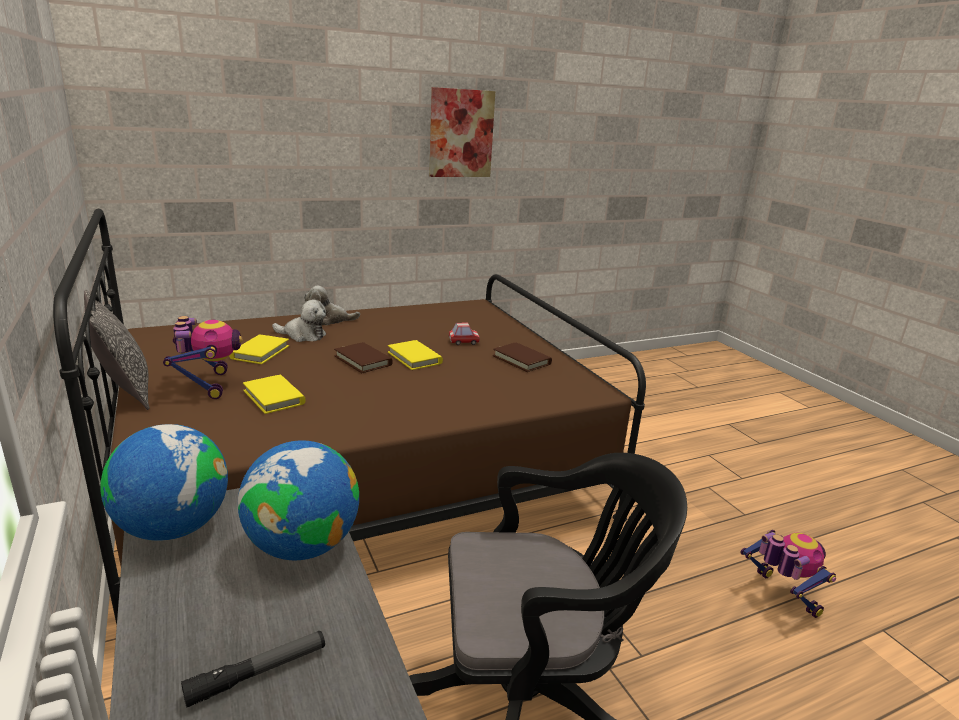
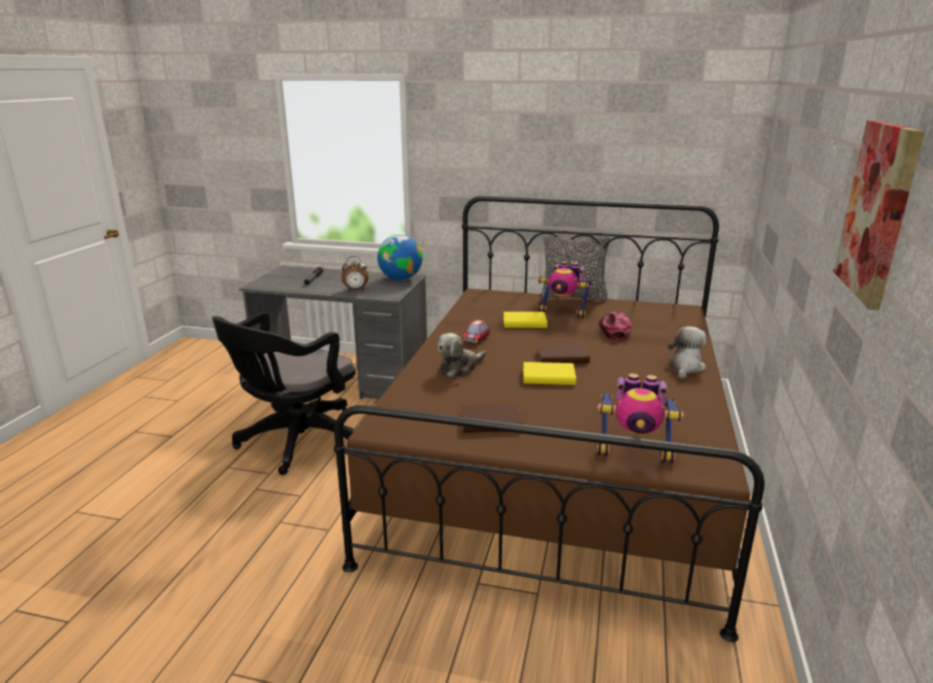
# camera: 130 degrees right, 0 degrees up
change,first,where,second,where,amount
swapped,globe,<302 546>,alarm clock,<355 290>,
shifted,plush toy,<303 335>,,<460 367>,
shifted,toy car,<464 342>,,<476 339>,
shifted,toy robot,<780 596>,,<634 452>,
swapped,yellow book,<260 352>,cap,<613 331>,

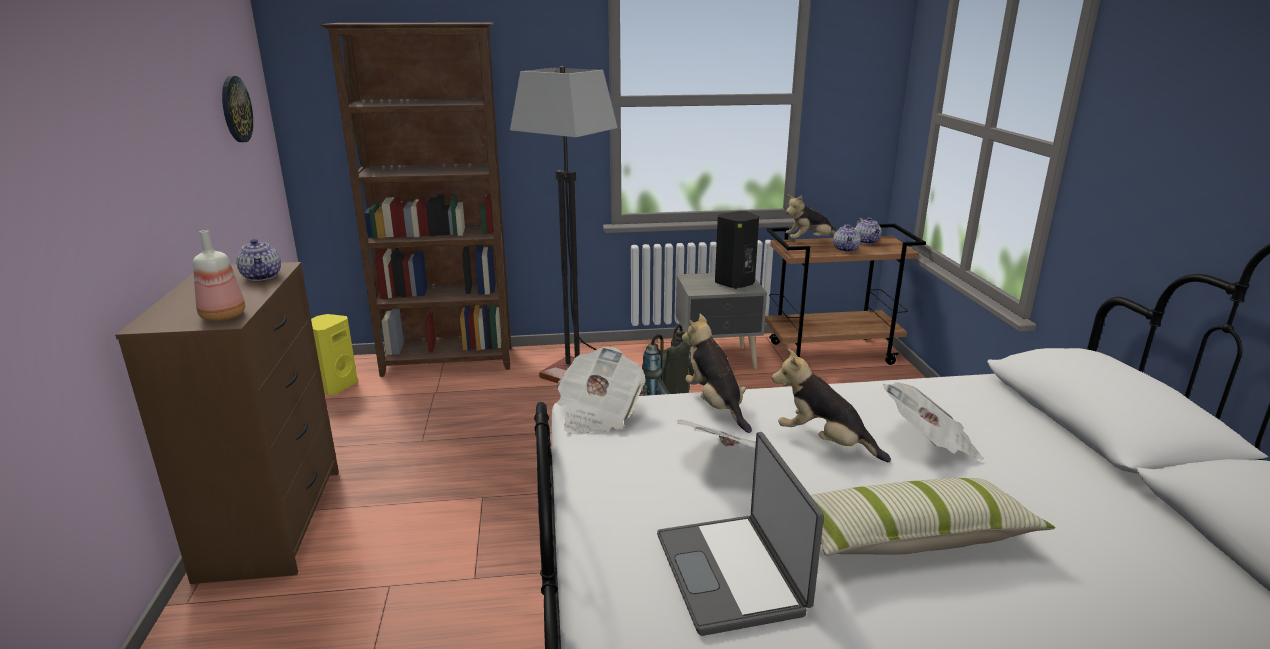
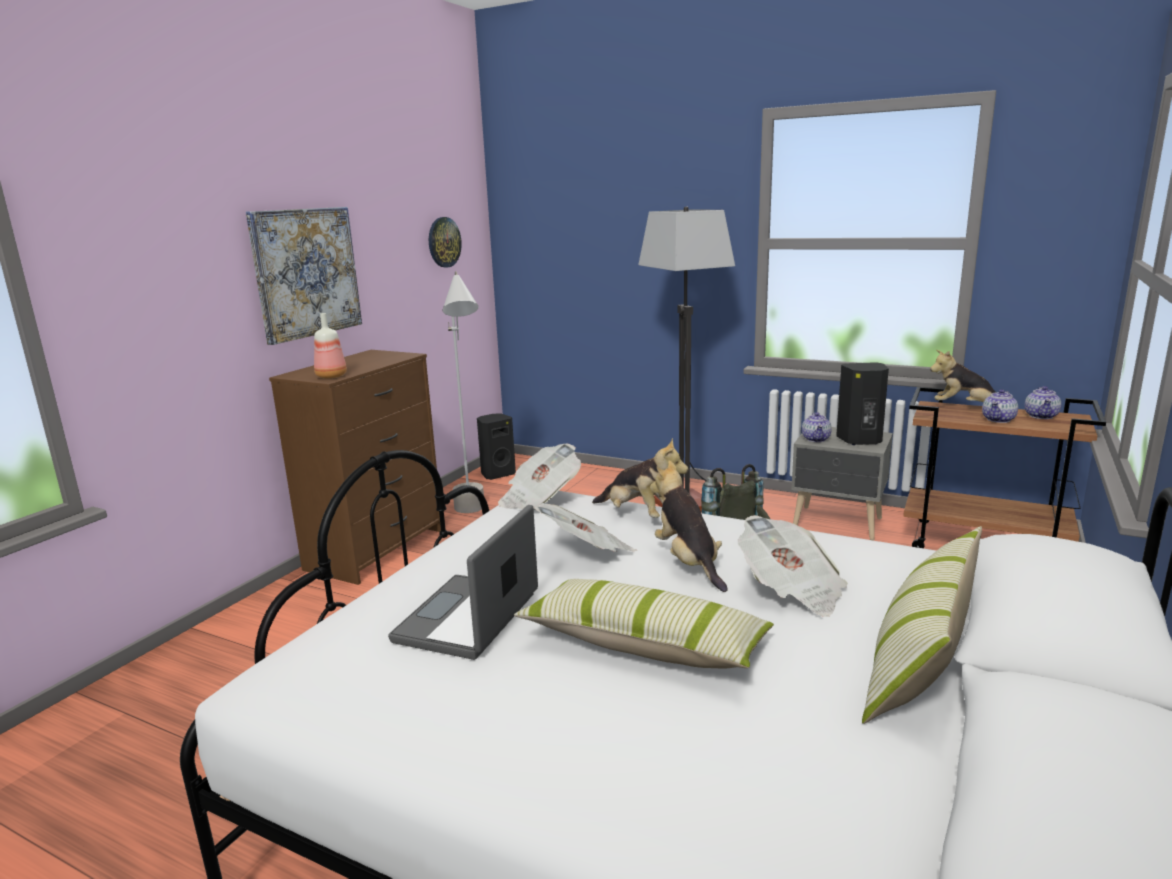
# camera: 35 degrees right, 5 degrees down
change,first,where,second,where,amount
new,,,picture,<306 272>,
new,,,grey floor lamp,<474 516>,
repainted,yellow speaker,<335 386>,black speaker,<497 474>,
rotated,plush toy,<715 405>,,<639 515>,120 degrees clockwise
shifted,teapot,<262 276>,,<816 439>,
new,,,pillow,<918 661>,
gone,brown bookcase,<449 362>,,,

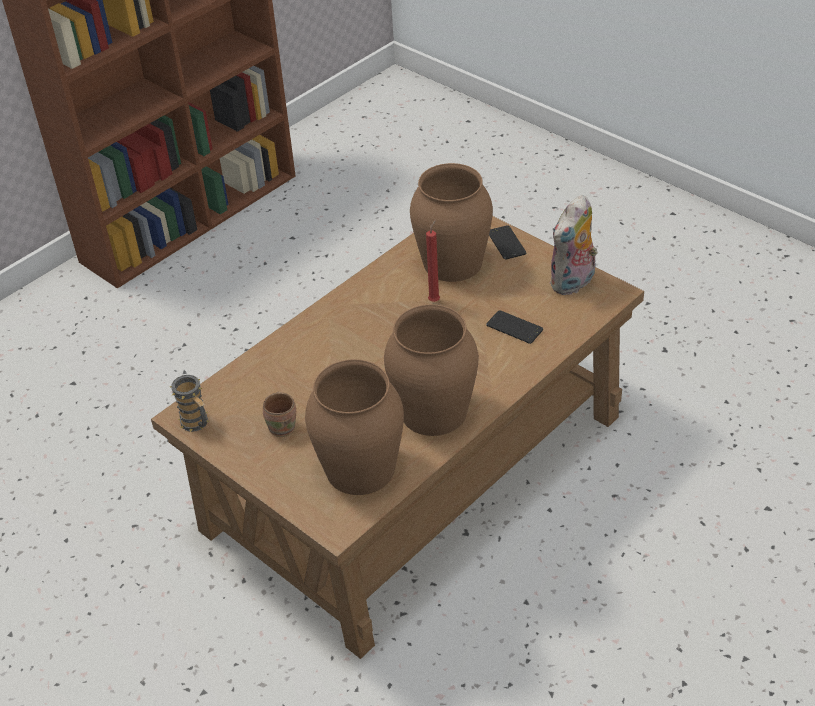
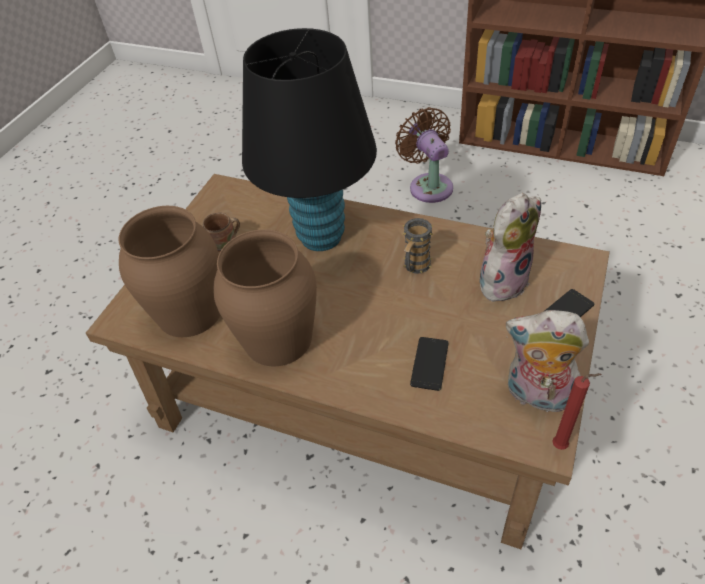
# camera: 70 degrees right, 5 degrees up
change,first,where,second,where,amount
new,,,black table lamp,<321 237>,
new,,,brown fan,<429 185>,
shifted,mug,<197 424>,,<415 267>,
swapped,brown vase,<453 263>,plush toy,<502 280>,
shifted,red candle,<435 300>,,<562 446>,

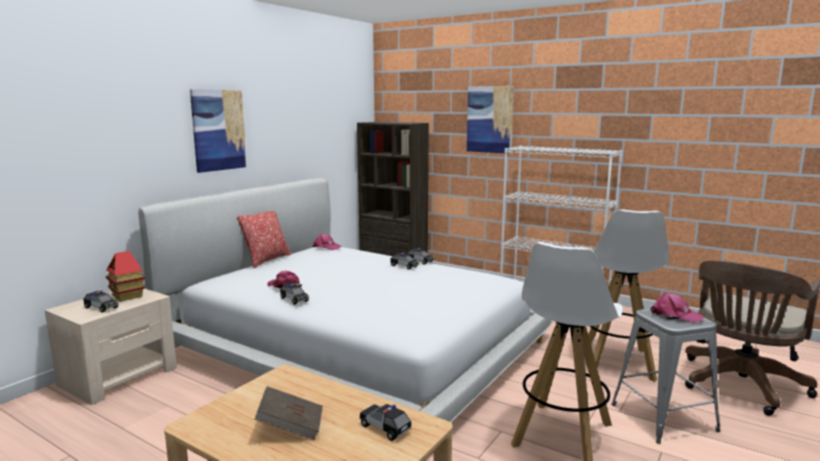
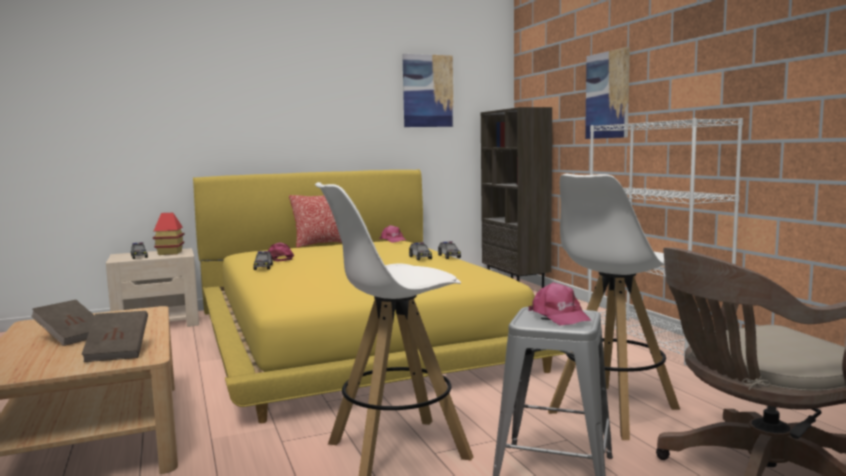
# camera: 35 degrees right, 5 degrees down
change,first,where,second,where,amount
swapped,toy car,<385 428>,brown book,<118 351>,
repainted,white bed,<355 343>,yellow bed,<355 336>,
shifted,picture,<218 130>,,<428 91>,

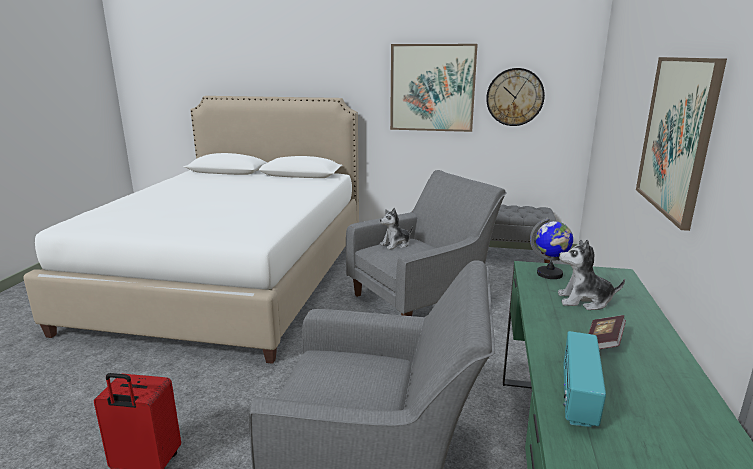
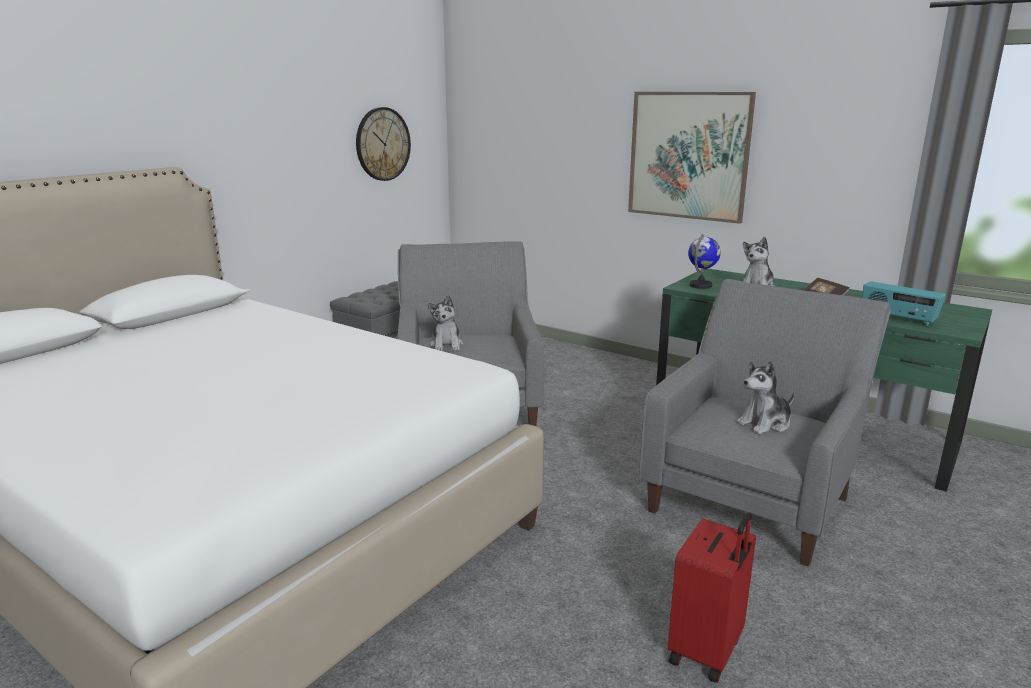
# camera: 65 degrees left, 0 degrees up
change,first,where,second,where,amount
new,,,plush toy,<765 423>,
gone,picture,<432 88>,,,

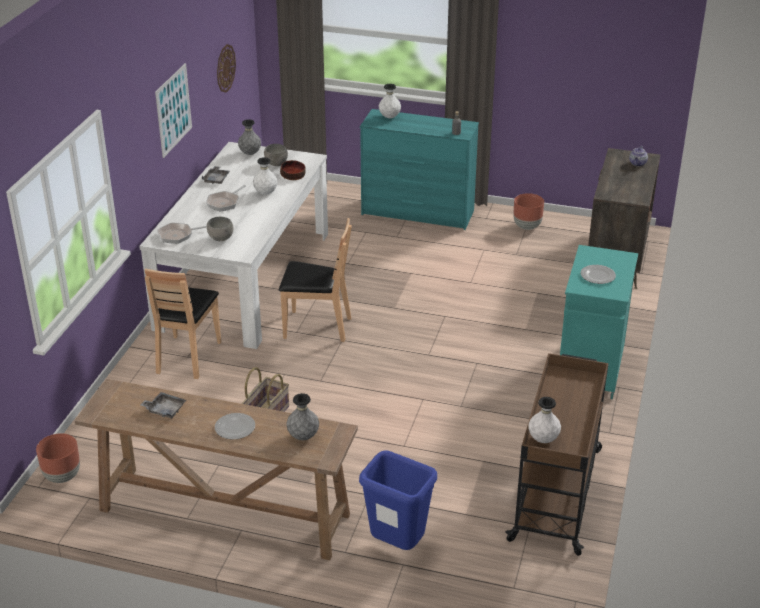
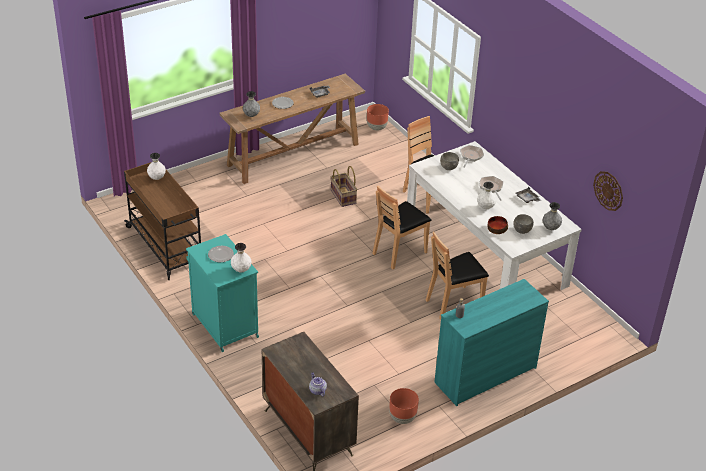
# camera: 130 degrees right, 5 degrees up
change,first,where,second,where,amount
shifted,white vase,<389 117>,,<241 270>,
new,,,brown chair,<454 303>,
gone,picture,<173 110>,,,
gone,blue trash can,<398 546>,,,

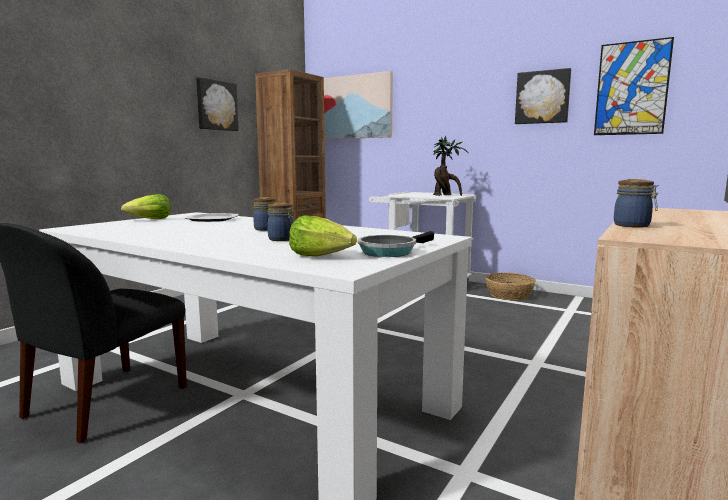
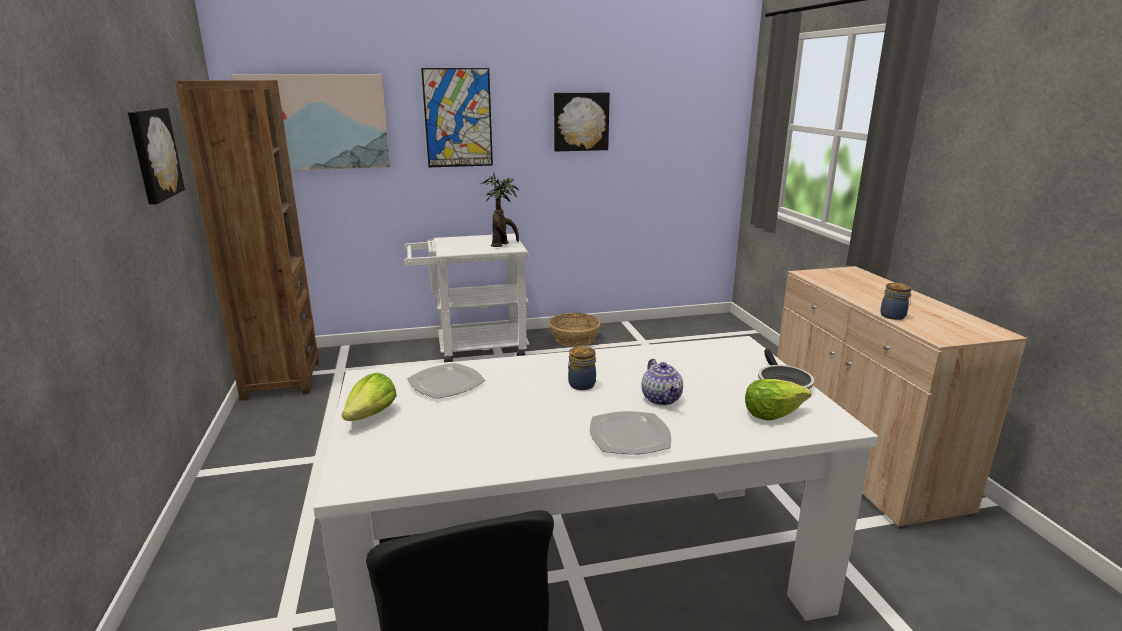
# camera: 45 degrees left, 10 degrees up
change,first,where,second,where,amount
shifted,picture,<631 88>,,<458 118>,
new,,,plate,<629 436>,
swapped,jar,<282 239>,teapot,<662 399>,

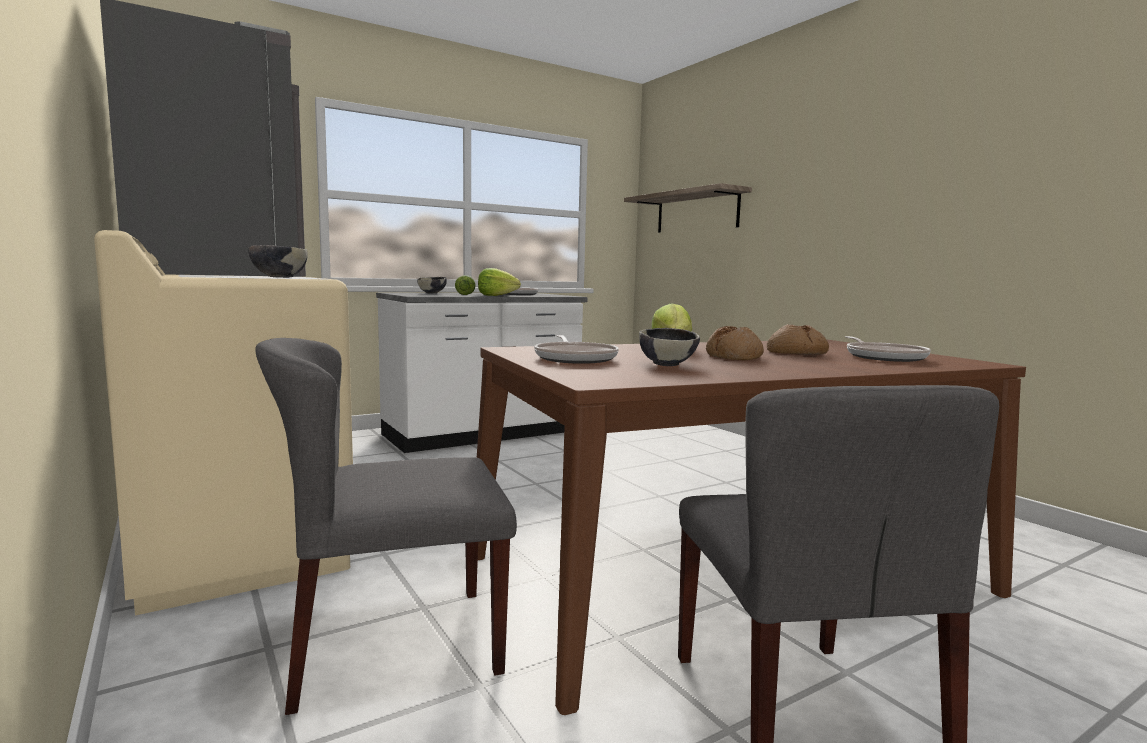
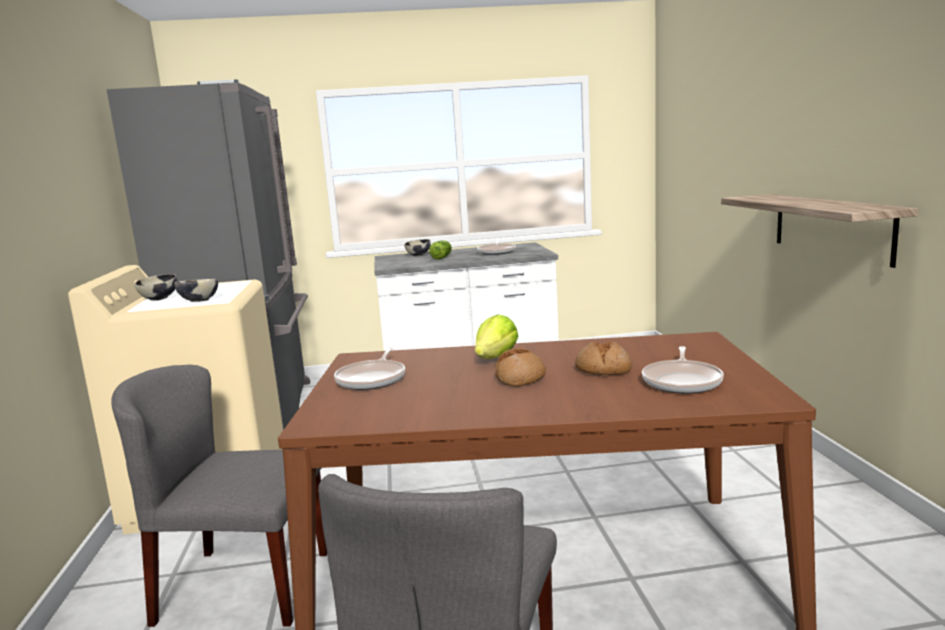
# camera: 25 degrees right, 5 degrees up
change,first,where,second,where,amount
shifted,bowl,<667 364>,,<159 299>,
shifted,shelf,<696 212>,,<831 227>,
gone,lettuce,<496 295>,,,

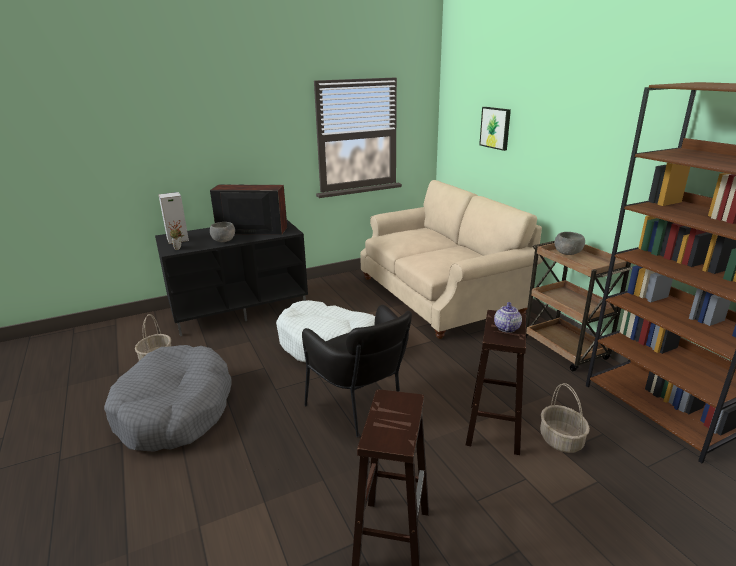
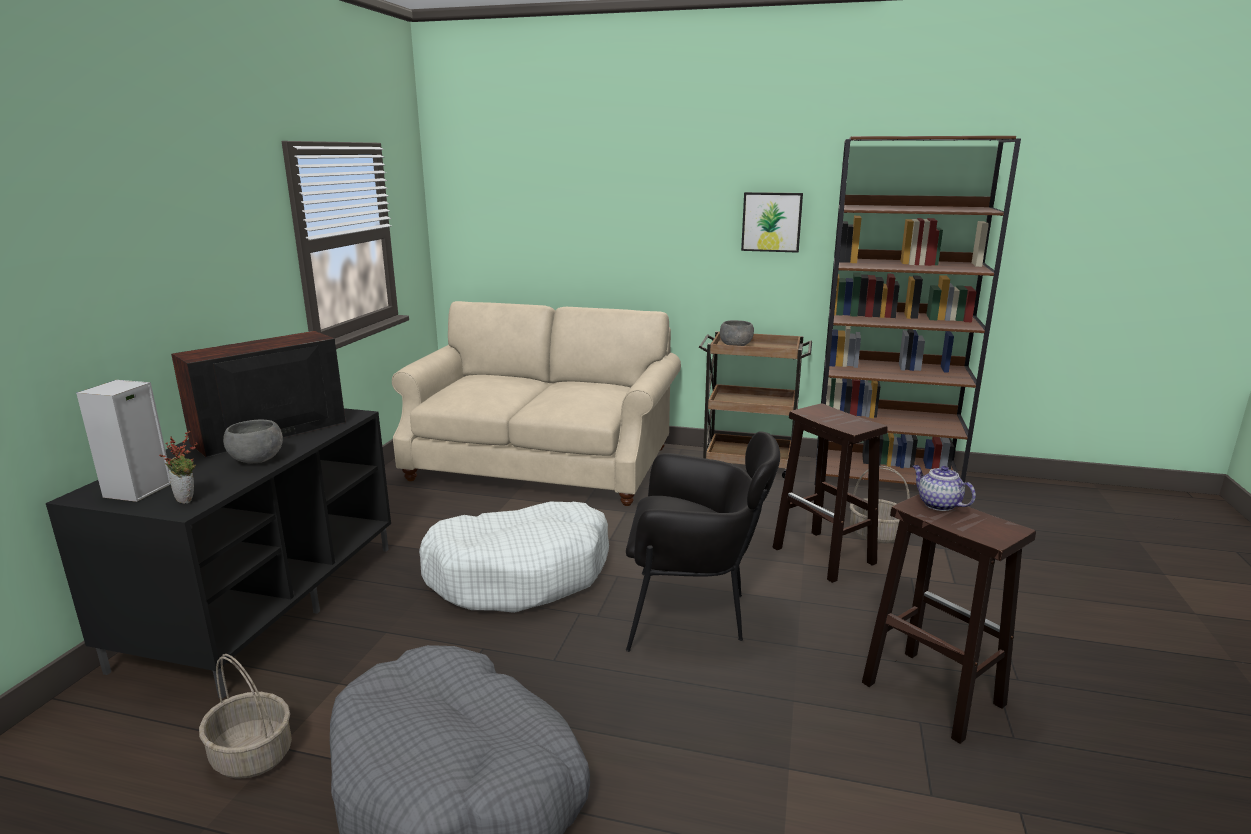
# camera: 50 degrees left, 5 degrees down
change,first,where,second,where,amount
shifted,picture,<495 128>,,<771 222>,
shifted,teapot,<506 328>,,<938 504>,

